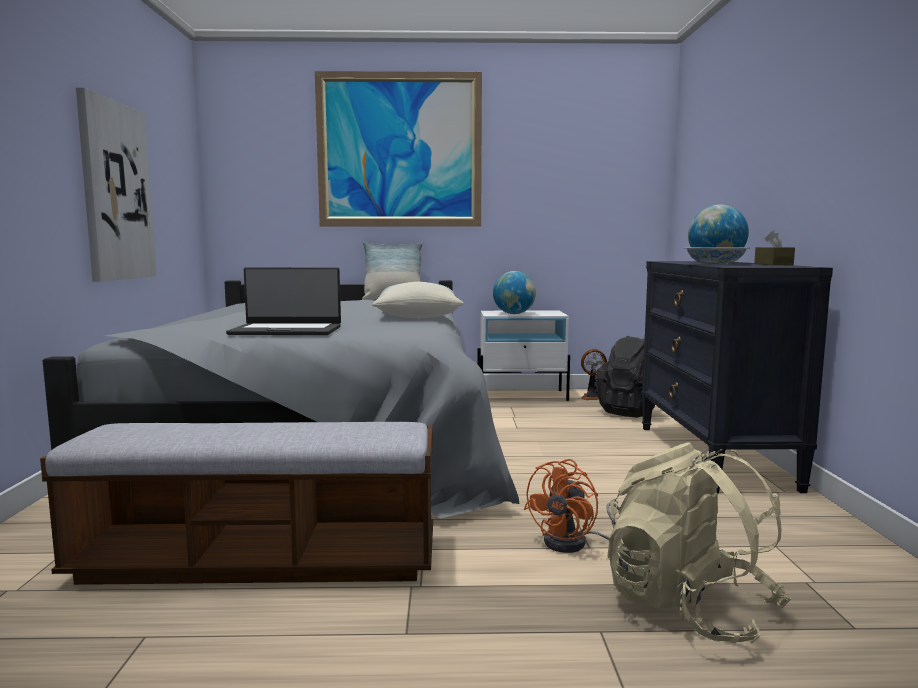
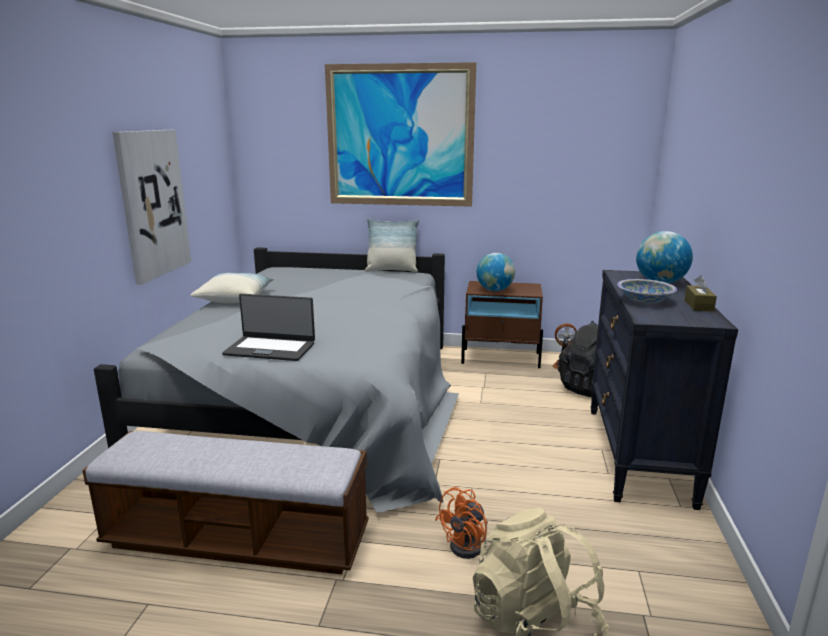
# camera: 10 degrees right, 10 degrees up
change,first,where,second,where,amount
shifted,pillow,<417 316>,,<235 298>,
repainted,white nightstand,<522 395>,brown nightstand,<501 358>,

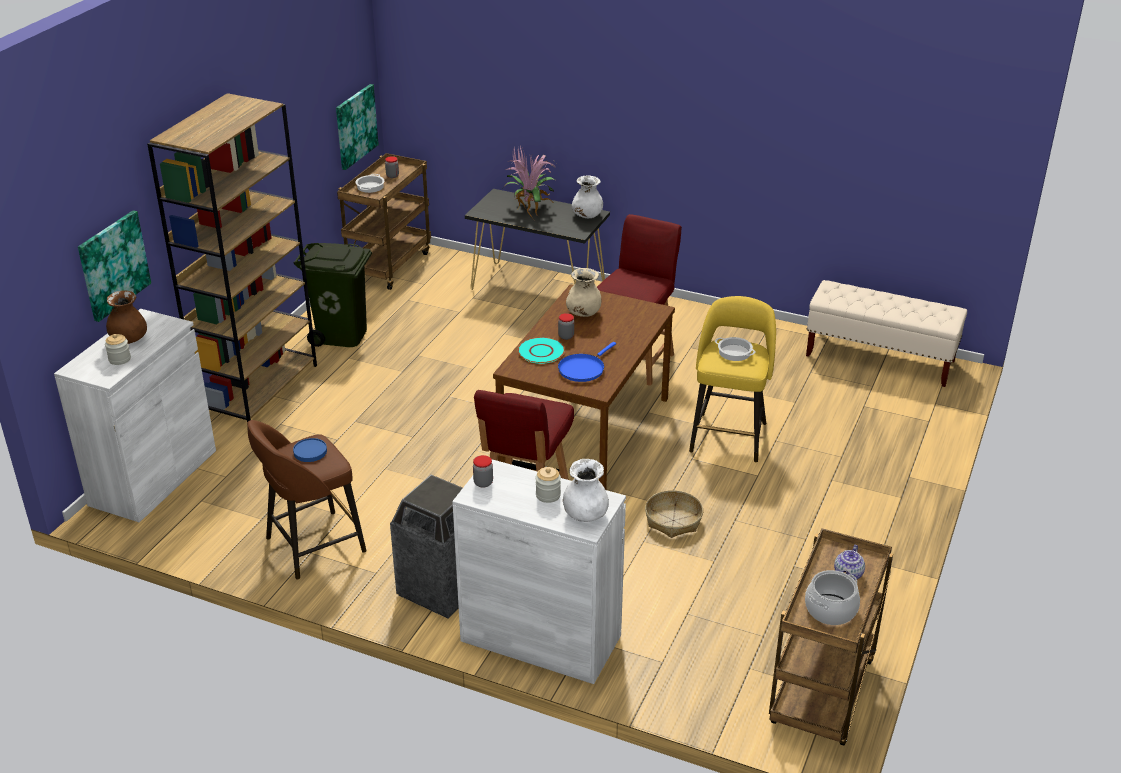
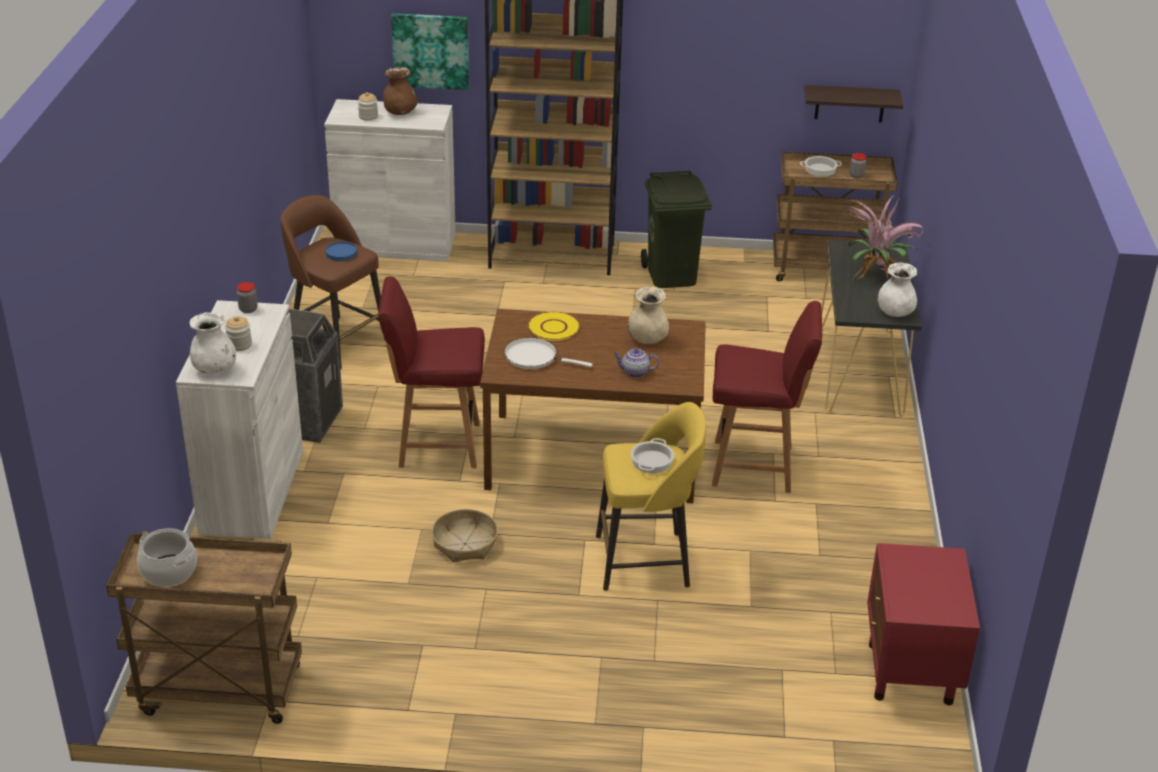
# camera: 70 degrees right, 0 degrees up
change,first,where,second,where,amount
repainted,blue frying pan,<583 369>,white frying pan,<534 357>,
repainted,turquoise plate,<541 351>,yellow plate,<553 327>,
shifted,teapot,<848 575>,,<635 372>,
swapped,picture,<355 126>,shelf,<850 103>,
swapped,beige bench,<880 359>,red nightstand,<910 674>,
gone,jar,<566 336>,,,

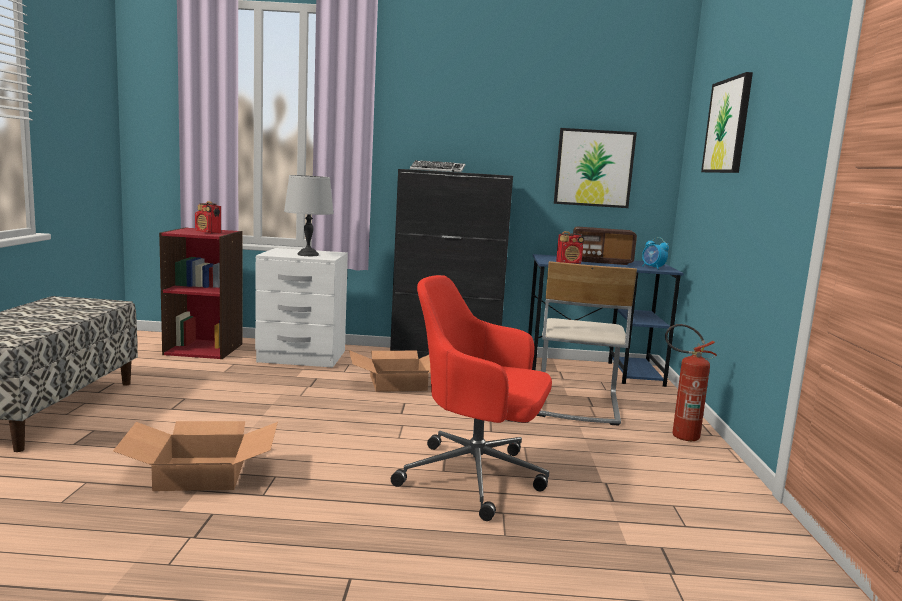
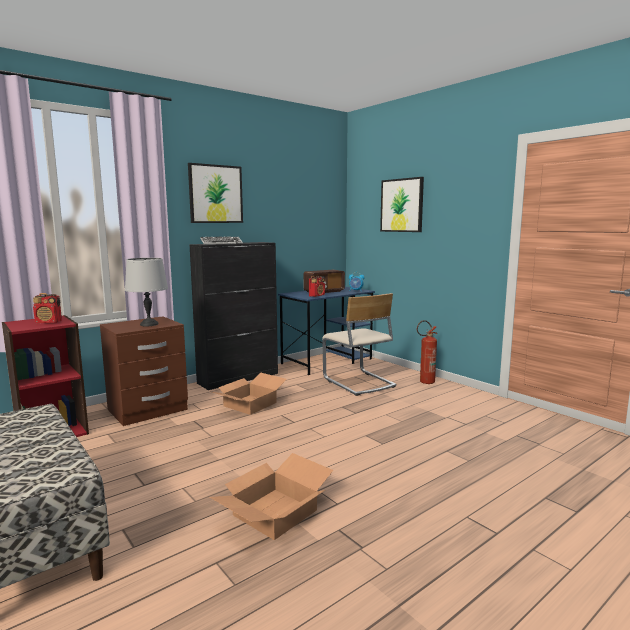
# camera: 40 degrees left, 0 degrees up
change,first,where,second,where,amount
repainted,white nightstand,<301 357>,brown nightstand,<148 410>,
shifted,picture,<594 168>,,<215 194>,
gone,red office chair,<476 477>,,,

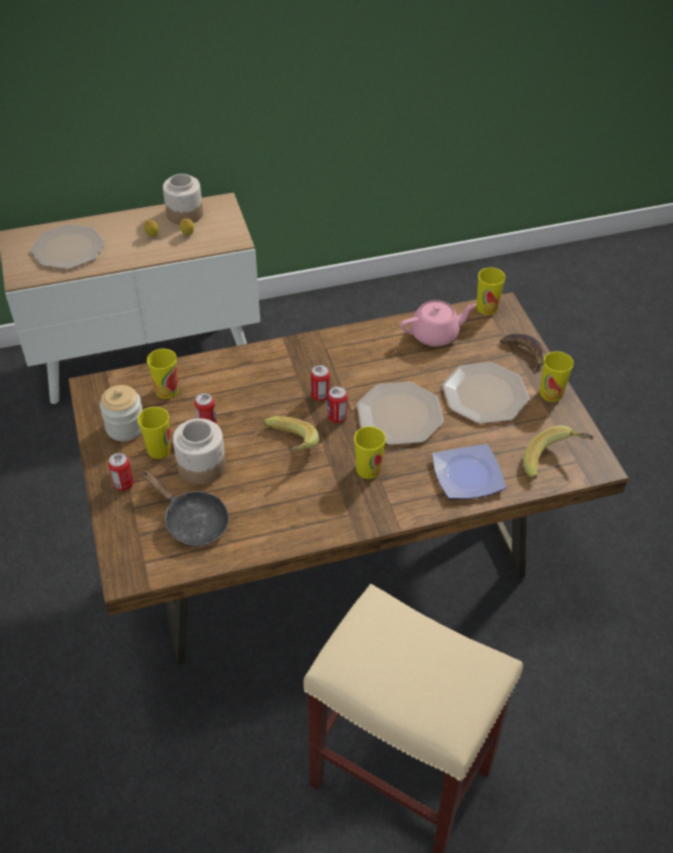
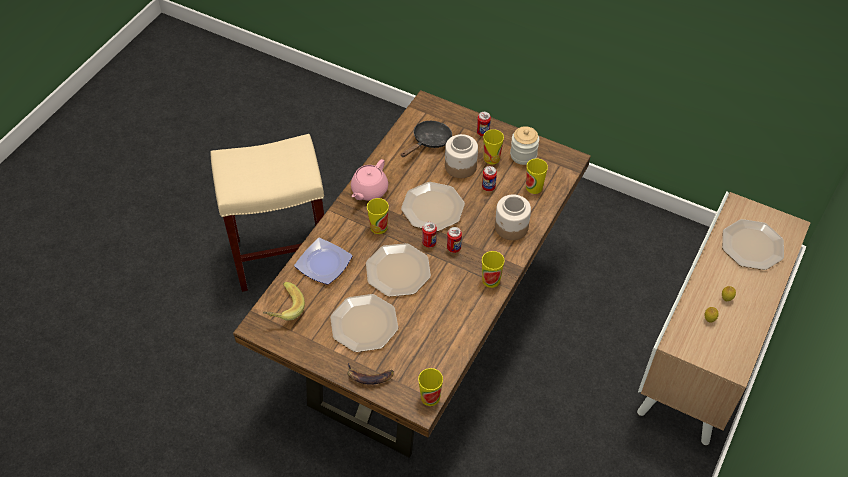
# camera: 135 degrees right, 5 degrees up
change,first,where,second,where,amount
shifted,pink teapot,<435 334>,,<369 190>,
rotated,black frying pan,<192 521>,,<429 141>,135 degrees clockwise
swapped,banana,<288 447>,plate,<433 207>,
shifted,cup,<551 393>,,<491 280>,
shifted,jar,<185 214>,,<511 227>,

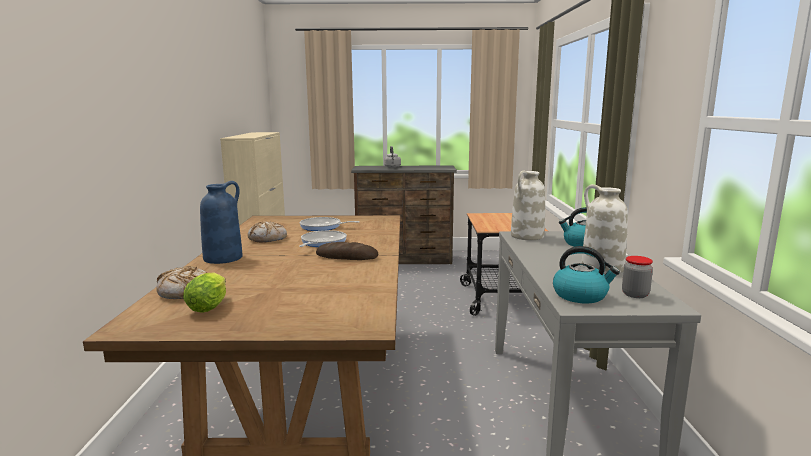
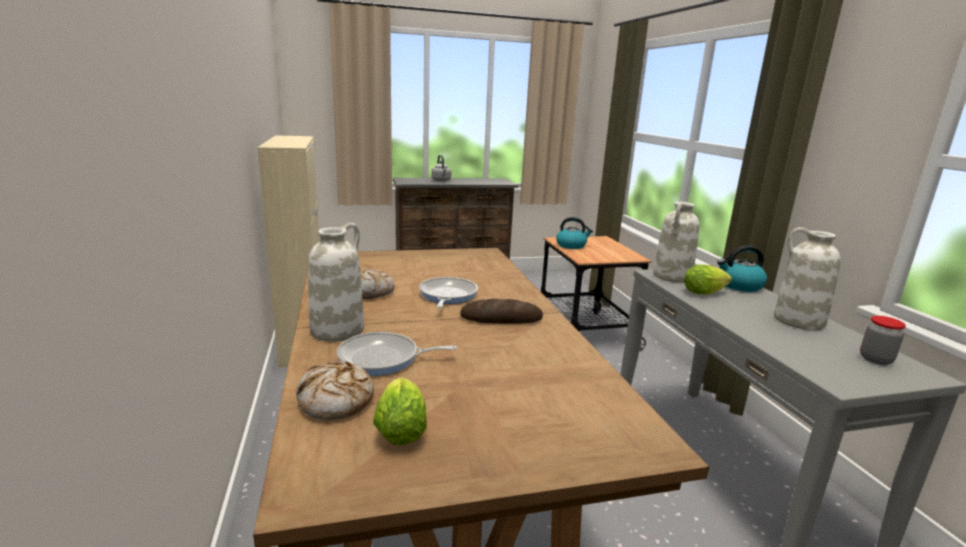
# camera: 15 degrees left, 5 degrees up
change,first,where,second,where,amount
repainted,blue vase,<223 258>,white vase,<337 330>,
shifted,frying pan,<323 227>,,<383 359>,
shifted,kettle,<581 295>,,<571 245>,
new,,,lettuce,<706 293>,

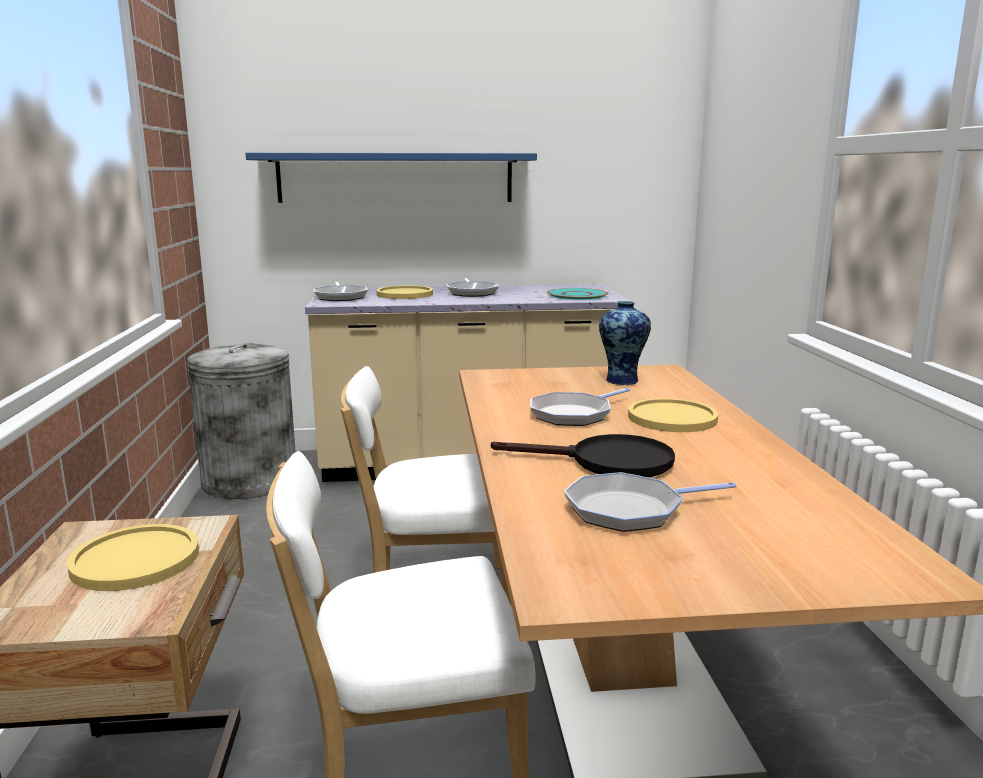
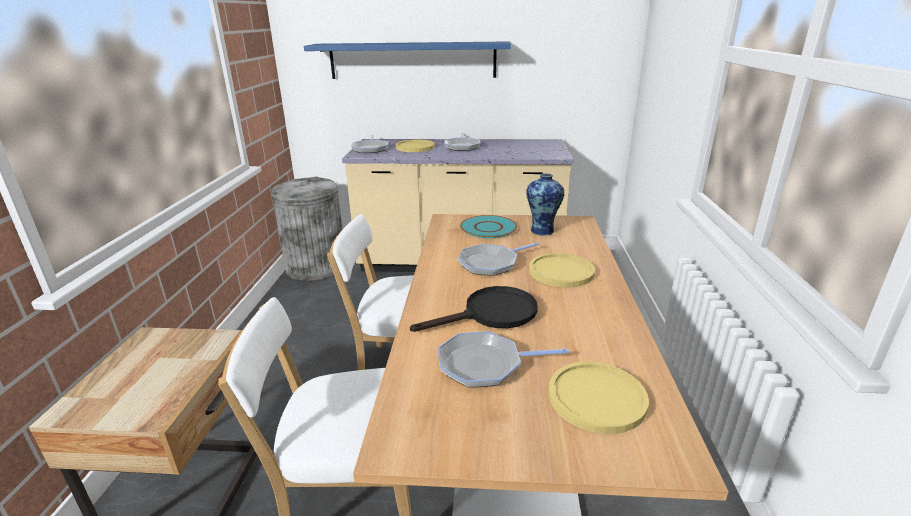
# camera: 10 degrees right, 10 degrees up
change,first,where,second,where,amount
rotated,black frying pan,<607 462>,,<491 314>,45 degrees counterclockwise
shifted,turquoise plate,<577 295>,,<488 228>,
shifted,yellow plate,<135 560>,,<596 398>,

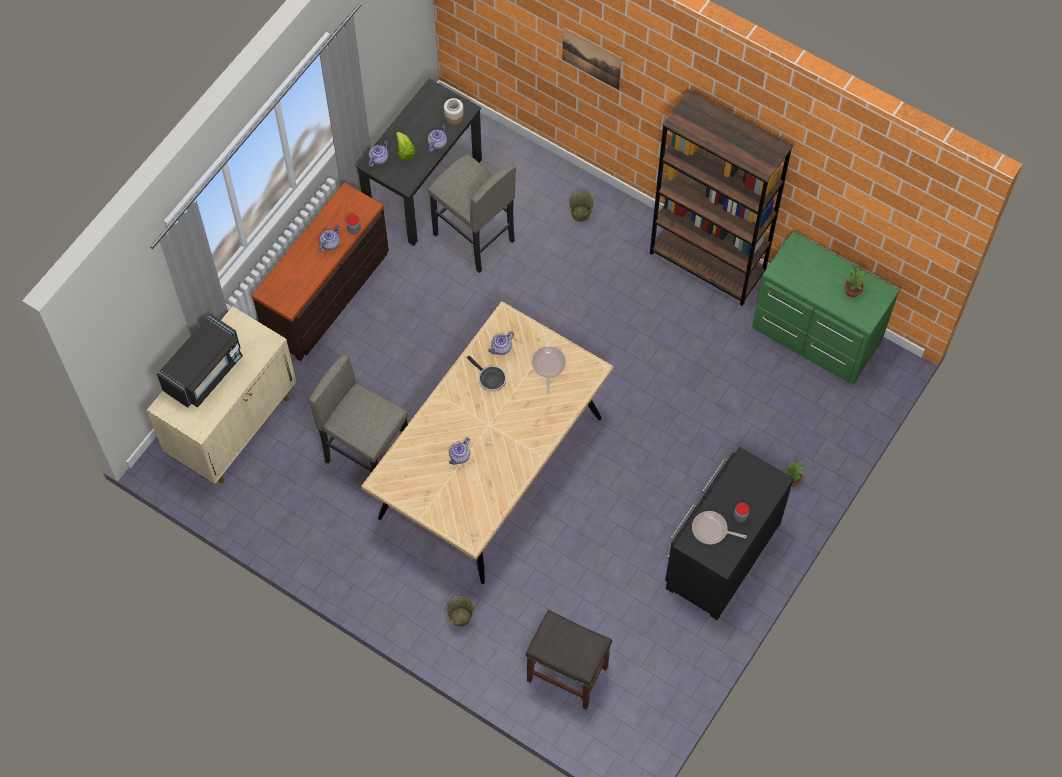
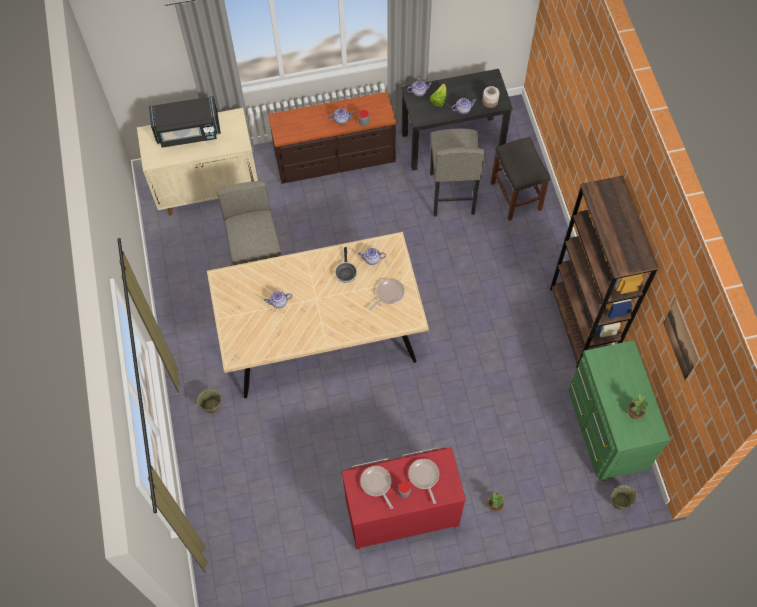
# camera: 45 degrees right, 0 degrees up
change,first,where,second,where,amount
repainted,black dresser,<719 554>,red dresser,<400 510>,
new,,,frying pan,<424 477>,
shifted,grey stool,<568 674>,,<516 197>,
shifted,beige bucket,<580 214>,,<619 502>,
shifted,picture,<592 58>,,<681 340>,

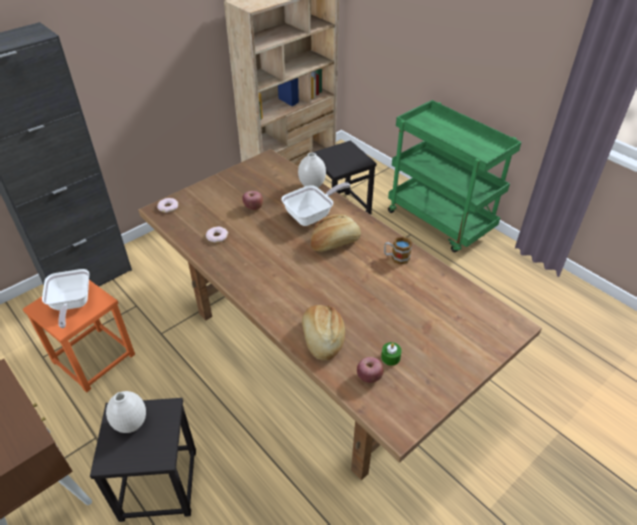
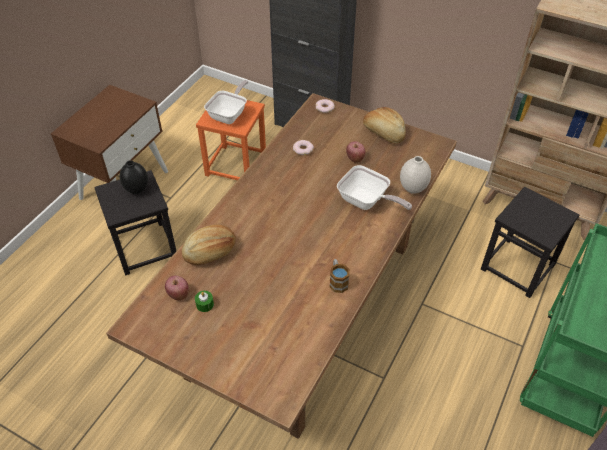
# camera: 70 degrees right, 5 degrees up
change,first,where,second,where,amount
repainted,white vase,<131 424>,black vase,<137 189>,
rotated,frying pan,<71 305>,,<229 114>,150 degrees clockwise
shifted,bread,<335 242>,,<384 133>,

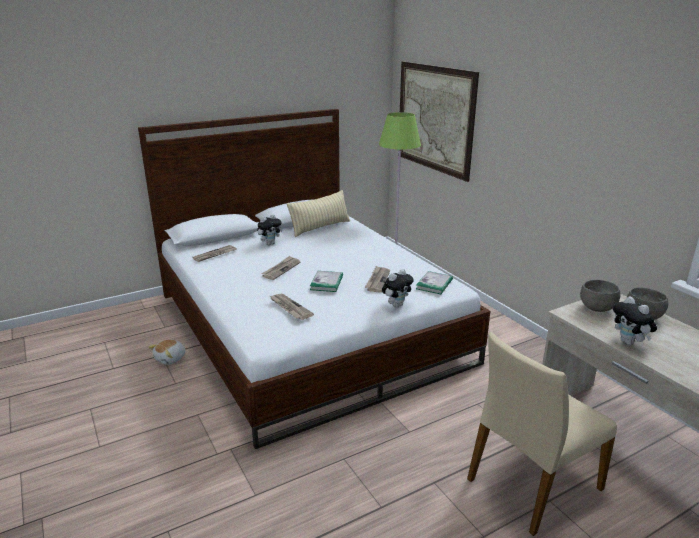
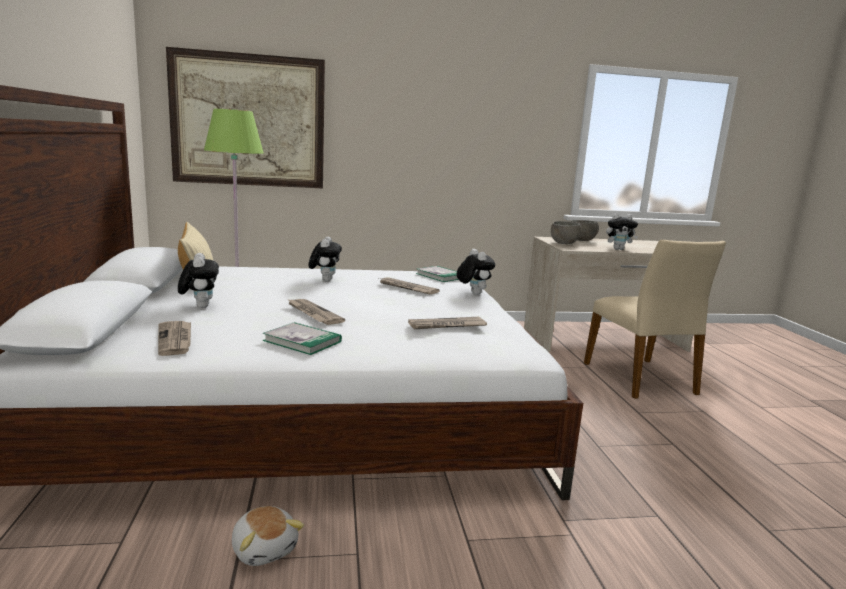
# camera: 70 degrees left, 10 degrees down
change,first,where,second,where,amount
shifted,book,<326 283>,,<302 341>,
new,,,plush toy,<325 280>,

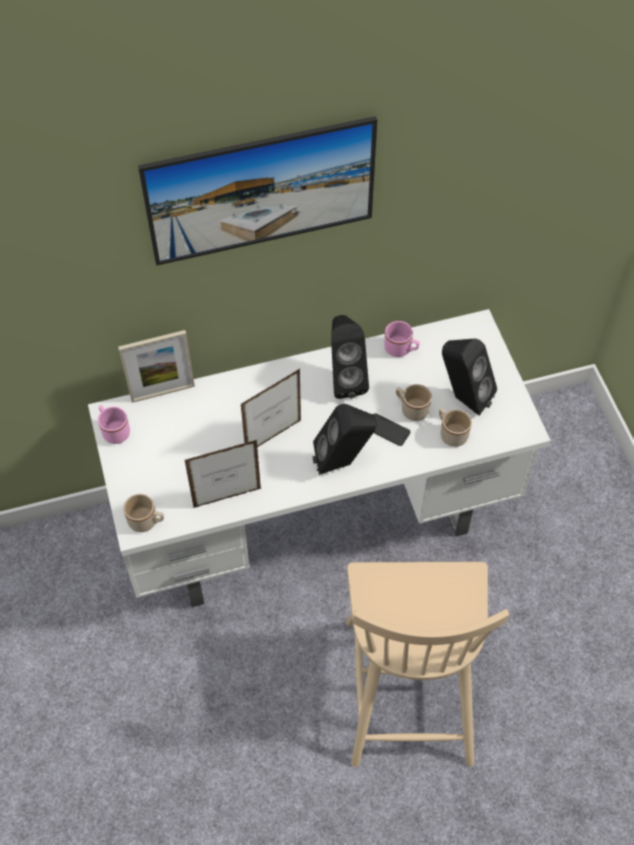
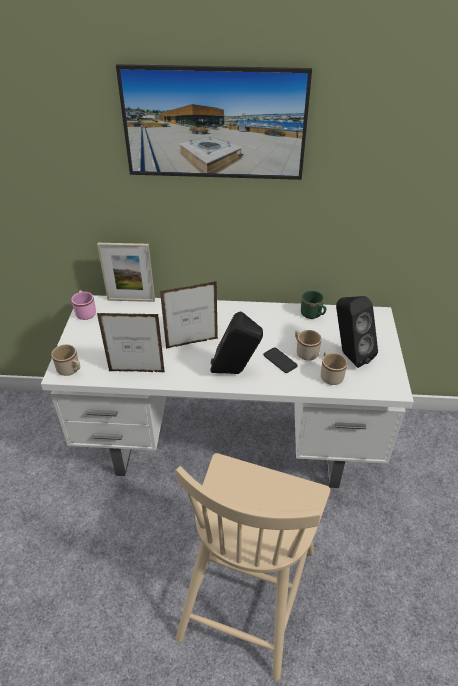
# camera: 20 degrees right, 15 degrees down
change,first,where,second,where,amount
repainted,pink mug,<401 349>,green mug,<313 315>,
gone,black speaker,<345 379>,,,

